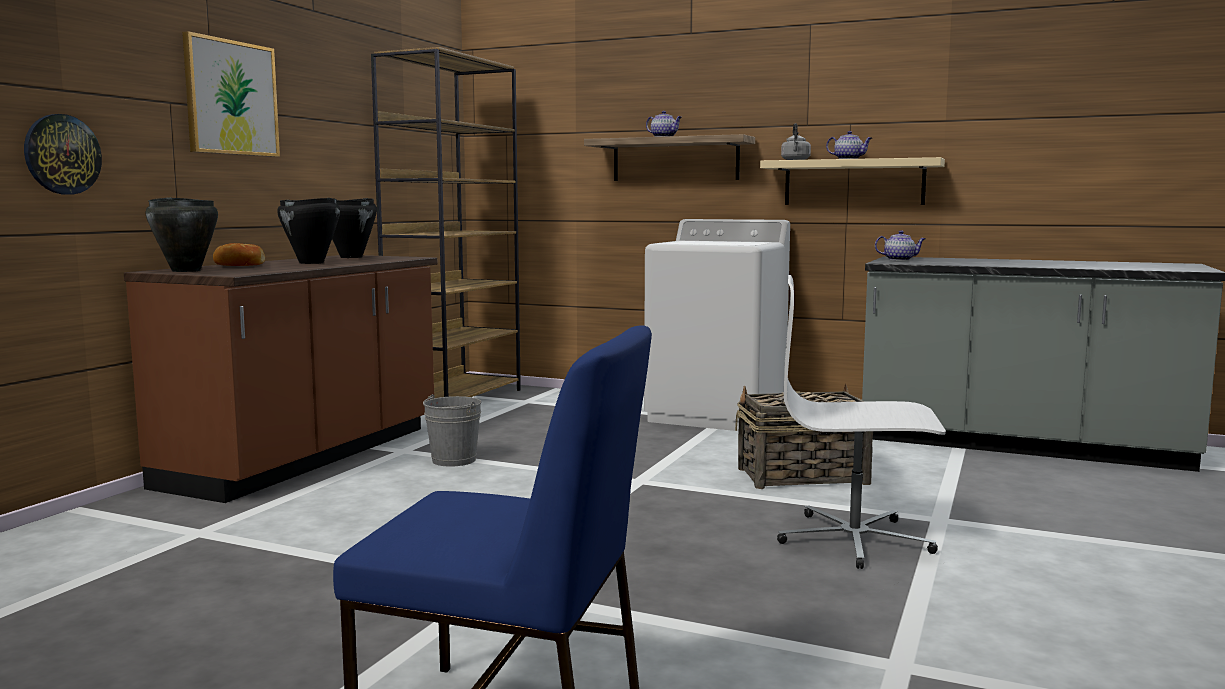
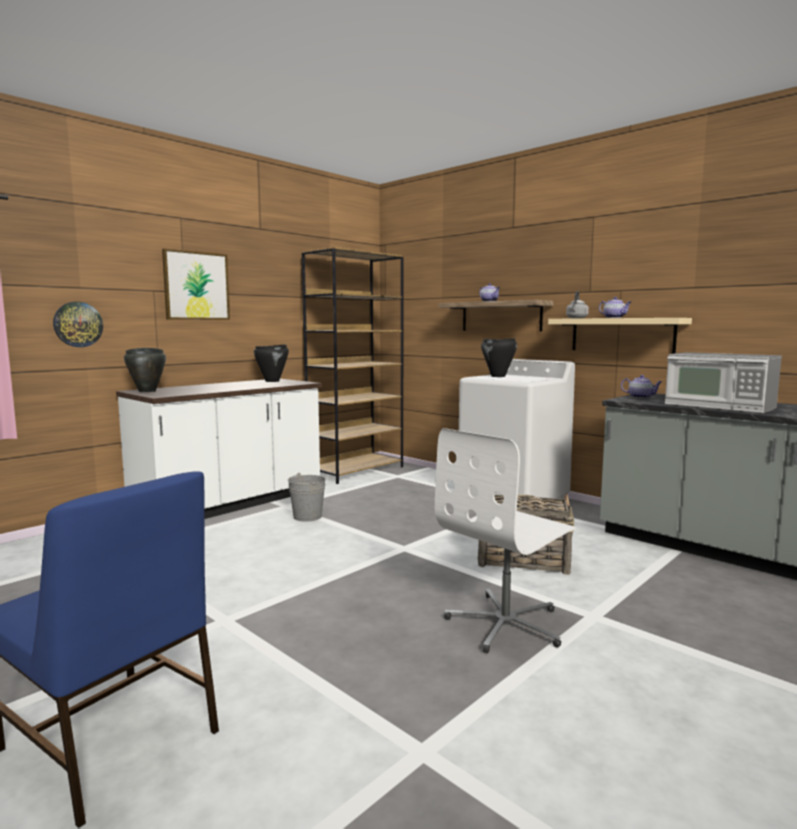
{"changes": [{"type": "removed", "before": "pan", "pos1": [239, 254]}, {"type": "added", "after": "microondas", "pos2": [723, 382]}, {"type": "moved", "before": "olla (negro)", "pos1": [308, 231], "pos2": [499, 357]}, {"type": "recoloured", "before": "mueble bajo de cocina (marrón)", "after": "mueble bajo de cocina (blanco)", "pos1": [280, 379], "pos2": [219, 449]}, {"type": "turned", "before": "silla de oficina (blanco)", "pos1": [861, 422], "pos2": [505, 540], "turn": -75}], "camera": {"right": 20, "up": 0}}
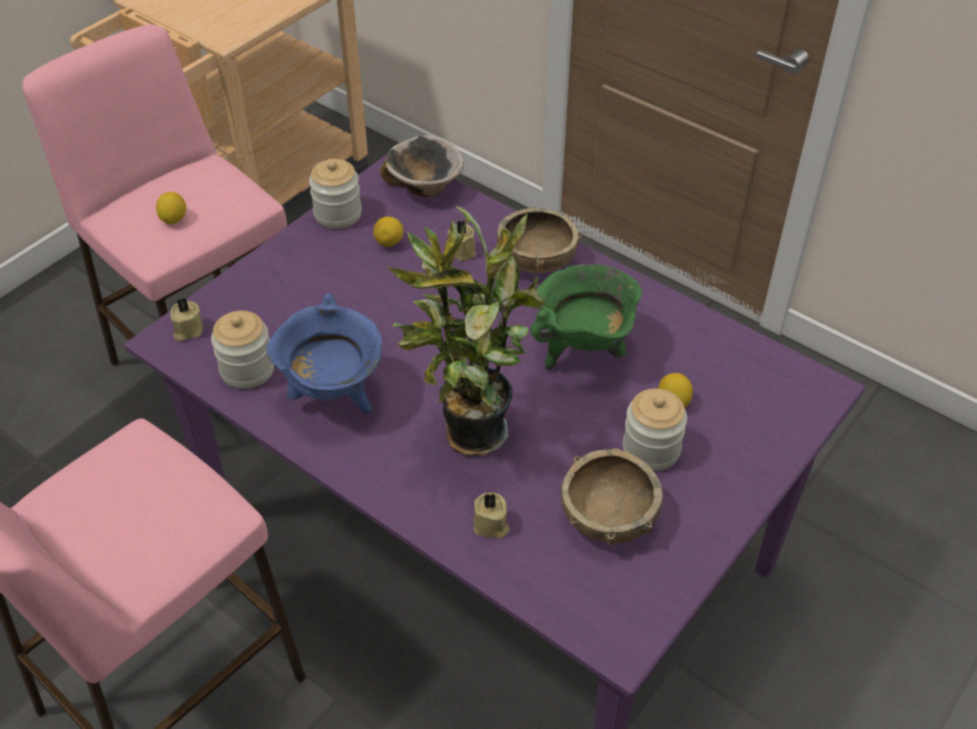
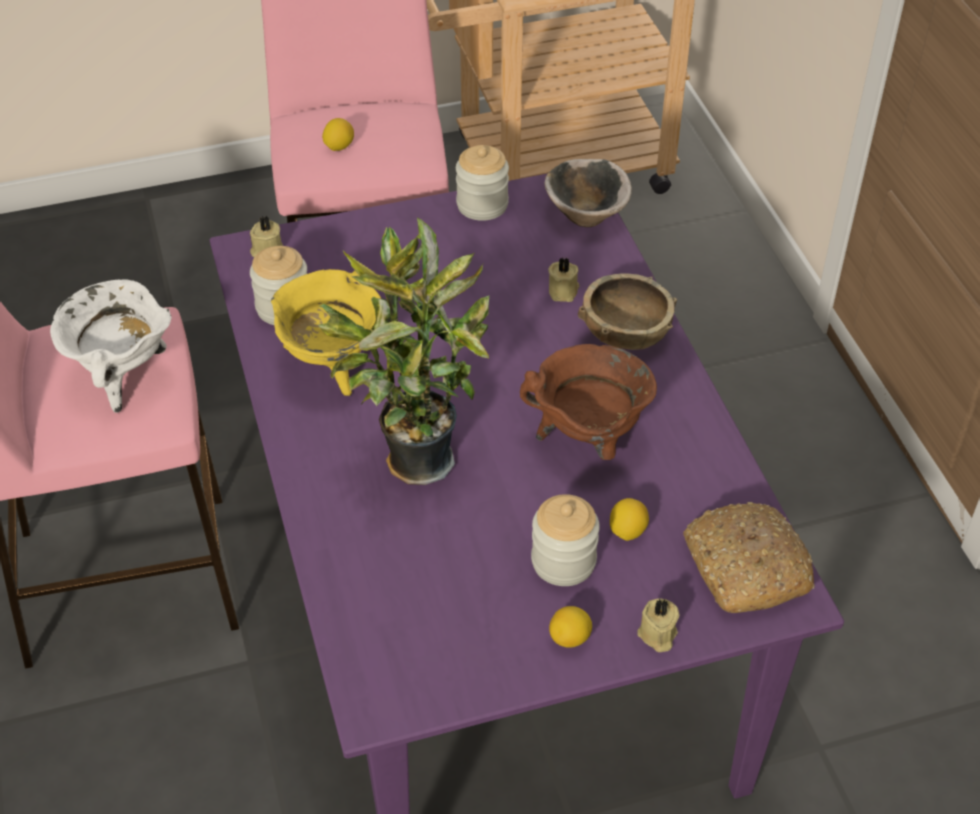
{"changes": [{"type": "removed", "before": "cuenco (marrón)", "pos1": [612, 497]}, {"type": "added", "after": "olla (blanco)", "pos2": [110, 346]}, {"type": "added", "after": "pan", "pos2": [749, 557]}, {"type": "moved", "before": "limón", "pos1": [388, 232], "pos2": [570, 627]}, {"type": "moved", "before": "vela (beis)", "pos1": [491, 515], "pos2": [658, 625]}, {"type": "recoloured", "before": "olla (azul)", "after": "olla (amarillo)", "pos1": [324, 354], "pos2": [326, 332]}, {"type": "recoloured", "before": "olla (verde)", "after": "olla (marrón)", "pos1": [586, 317], "pos2": [588, 402]}], "camera": {"right": 35, "up": 0}}
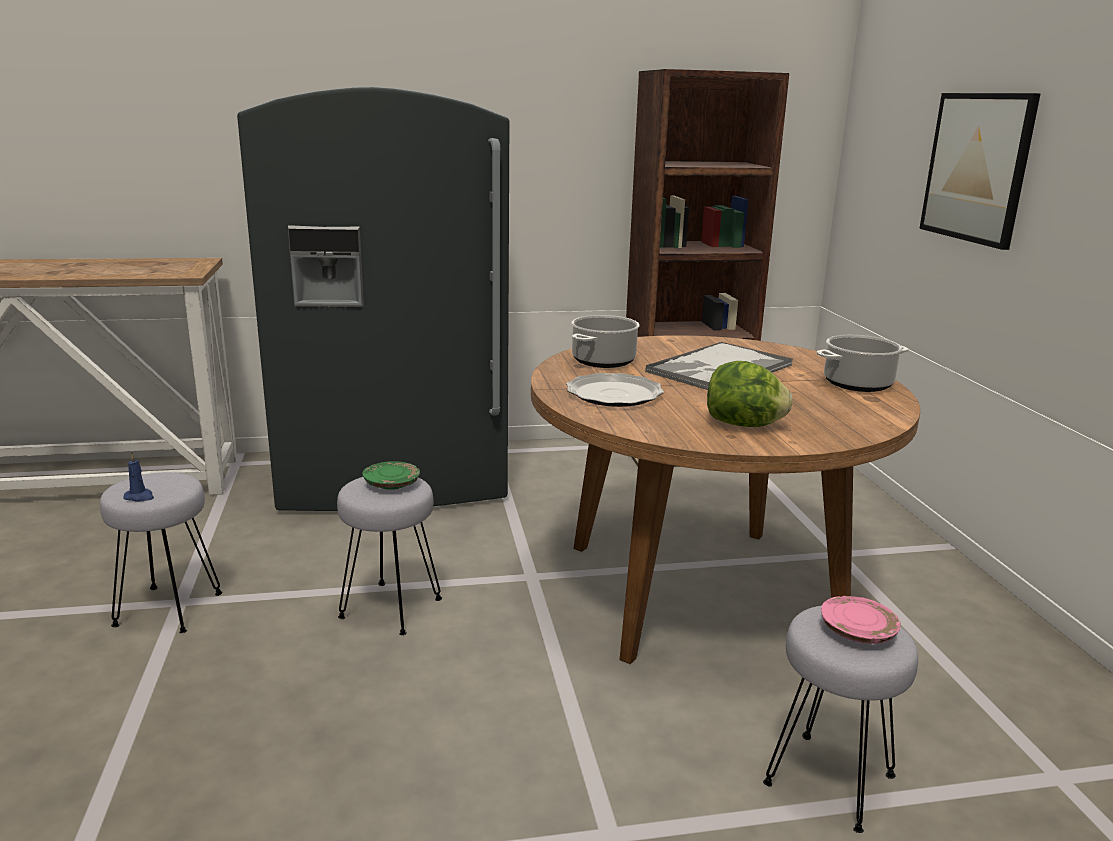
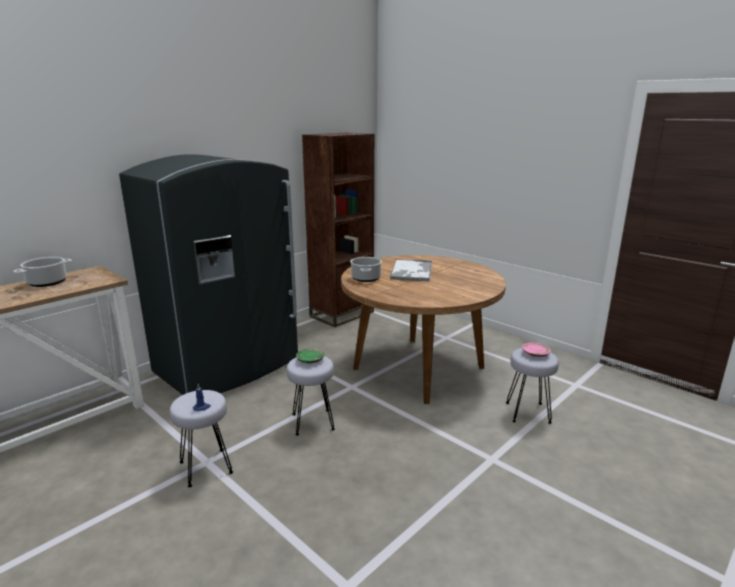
{"changes": [{"type": "removed", "before": "plato", "pos1": [615, 390]}, {"type": "removed", "before": "lechuga", "pos1": [750, 394]}, {"type": "removed", "before": "cuadro", "pos1": [980, 171]}, {"type": "moved", "before": "olla", "pos1": [862, 363], "pos2": [42, 272]}], "camera": {"right": -35, "up": 0}}
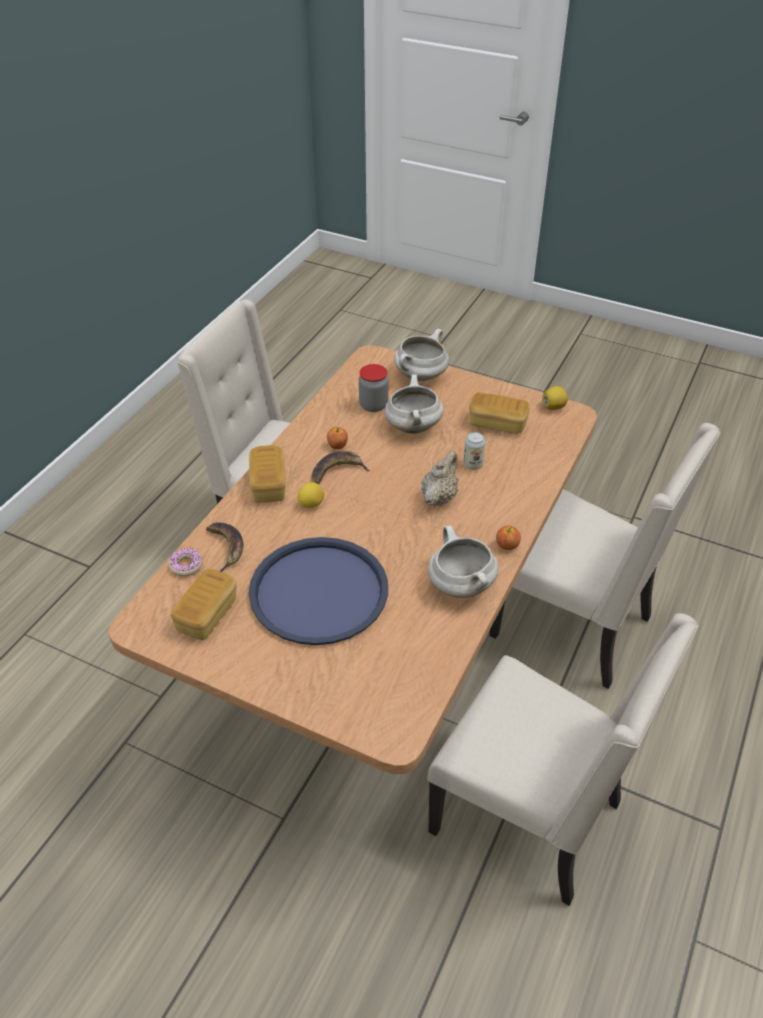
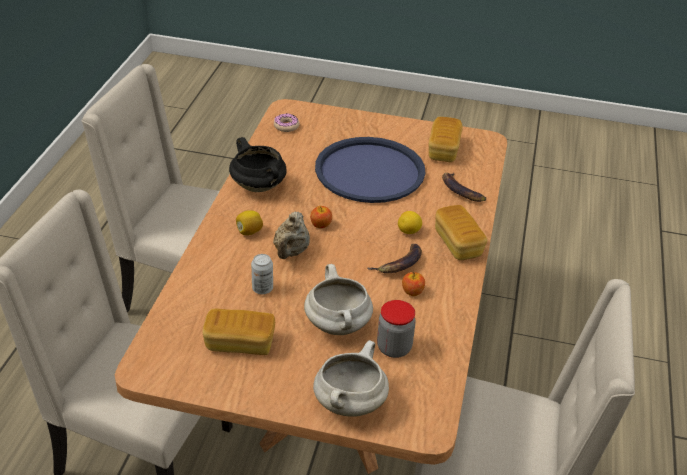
{"changes": [{"type": "moved", "before": "rosquilla", "pos1": [185, 562], "pos2": [287, 122]}, {"type": "moved", "before": "manzana", "pos1": [508, 538], "pos2": [321, 217]}, {"type": "moved", "before": "limón", "pos1": [555, 398], "pos2": [249, 222]}, {"type": "recoloured", "before": "olla (blanco)", "after": "olla (negro)", "pos1": [463, 561], "pos2": [258, 164]}], "camera": {"right": 165, "up": -5}}
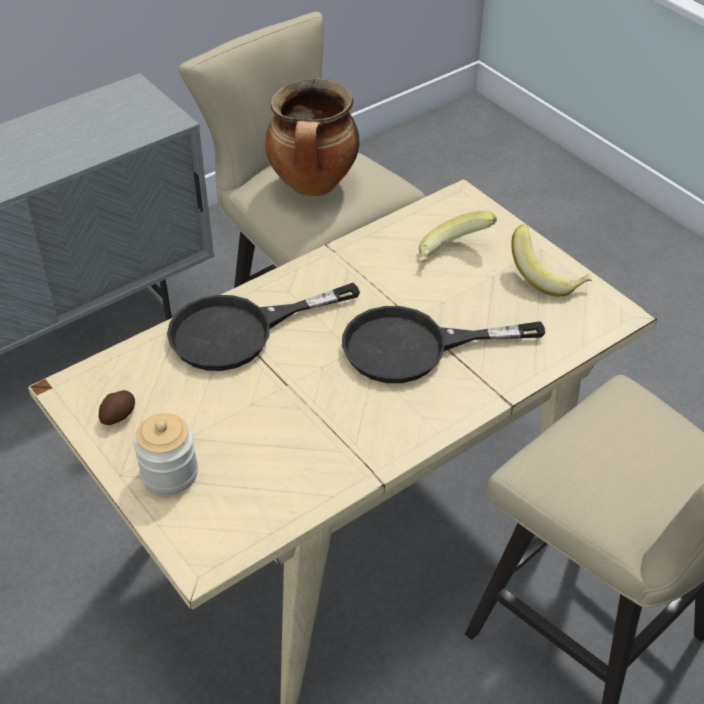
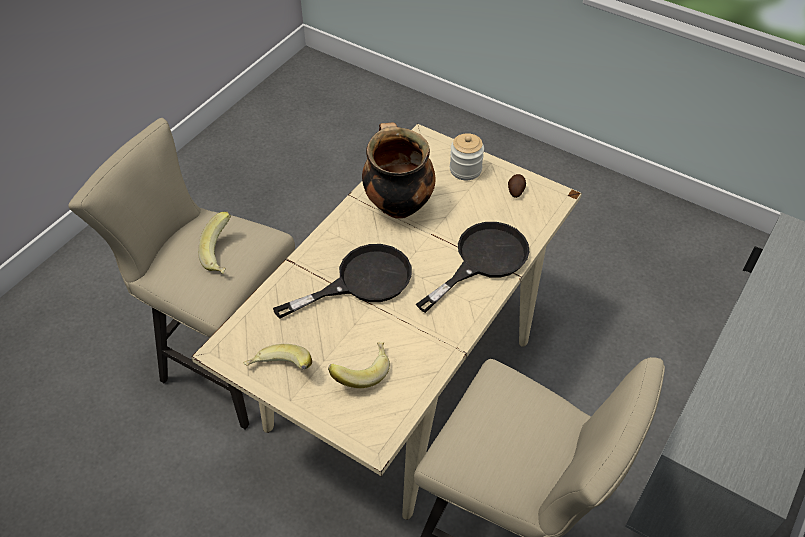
{"changes": [{"type": "added", "after": "plátano", "pos2": [214, 243]}, {"type": "moved", "before": "olla", "pos1": [312, 137], "pos2": [399, 170]}], "camera": {"right": 160, "up": 5}}
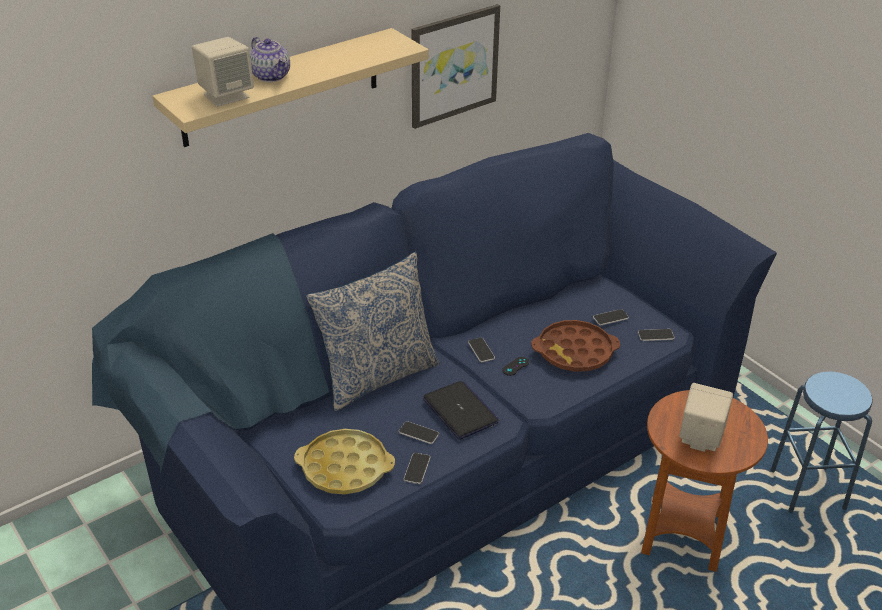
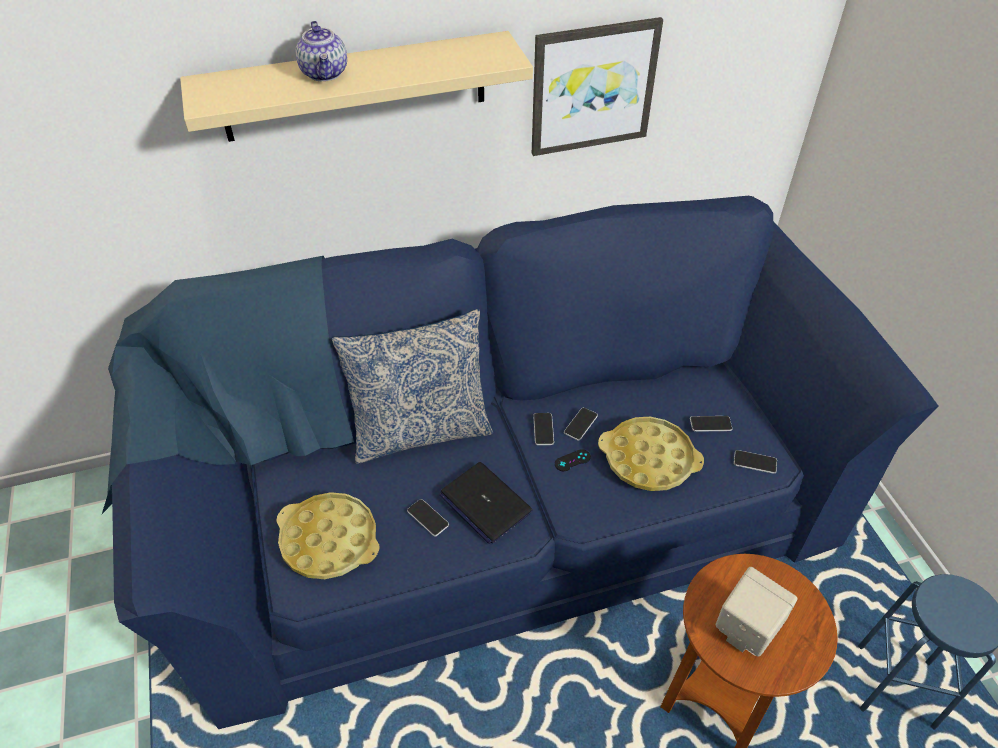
{"changes": [{"type": "removed", "before": "altavoz (beis)", "pos1": [223, 72]}, {"type": "moved", "before": "móvil", "pos1": [417, 468], "pos2": [581, 424]}, {"type": "recoloured", "before": "bandeja (marrón)", "after": "bandeja (amarillo)", "pos1": [575, 346], "pos2": [651, 454]}, {"type": "turned", "before": "portátil", "pos1": [461, 410], "pos2": [486, 503], "turn": 150}], "camera": {"right": 20, "up": 10}}
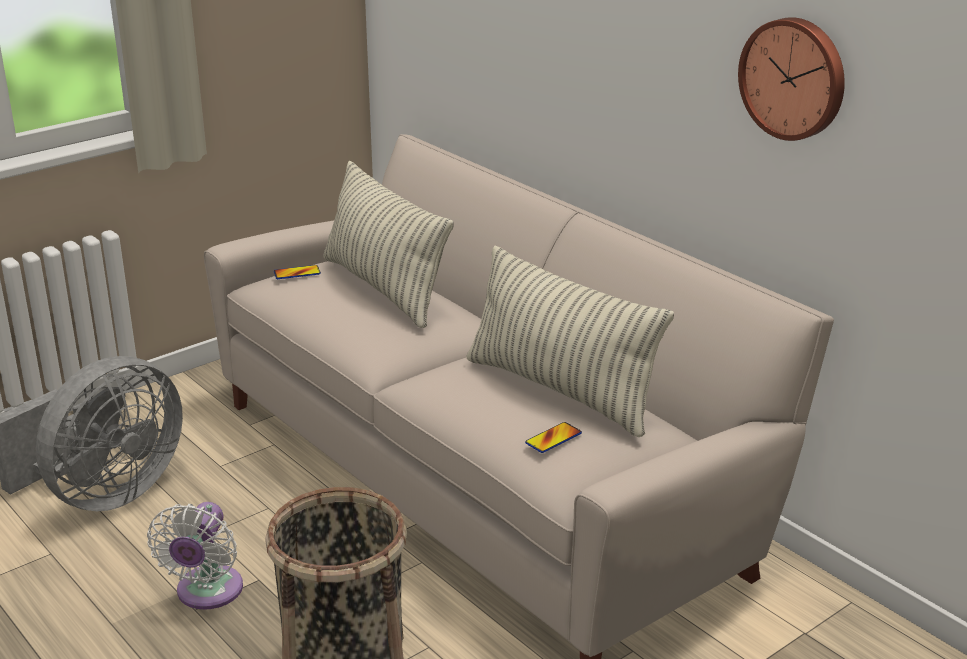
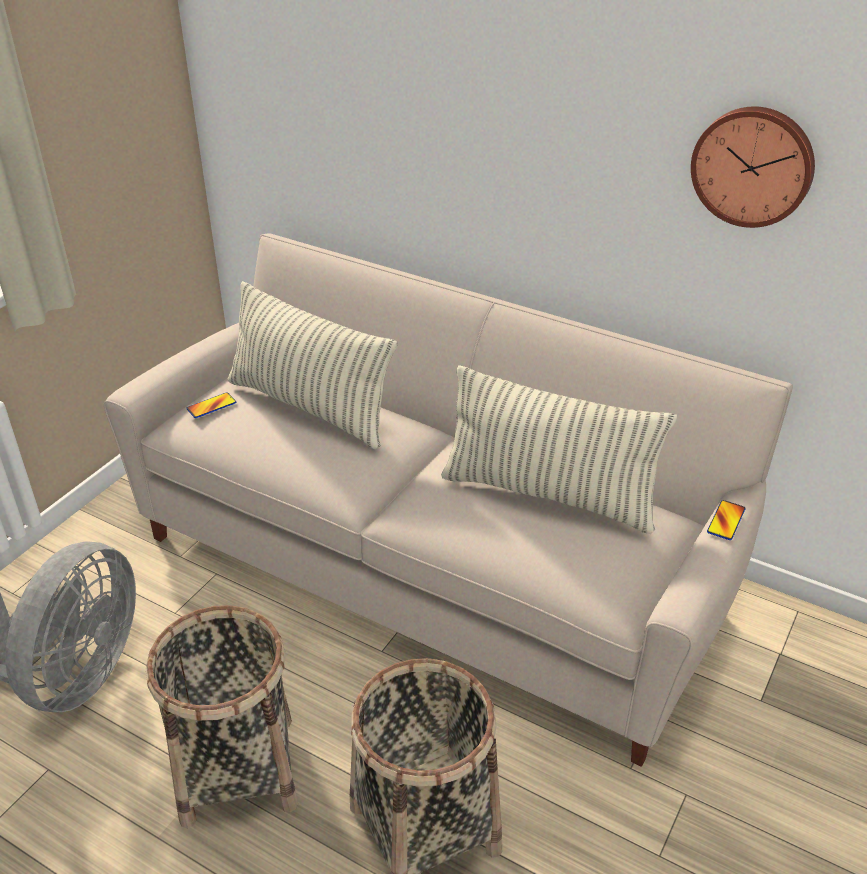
{"changes": [{"type": "moved", "before": "móvil", "pos1": [553, 437], "pos2": [726, 520]}, {"type": "replaced", "before": "ventilador (blanco)", "after": "cesta", "pos1": [195, 556], "pos2": [222, 716]}], "camera": {"right": -20, "up": 10}}
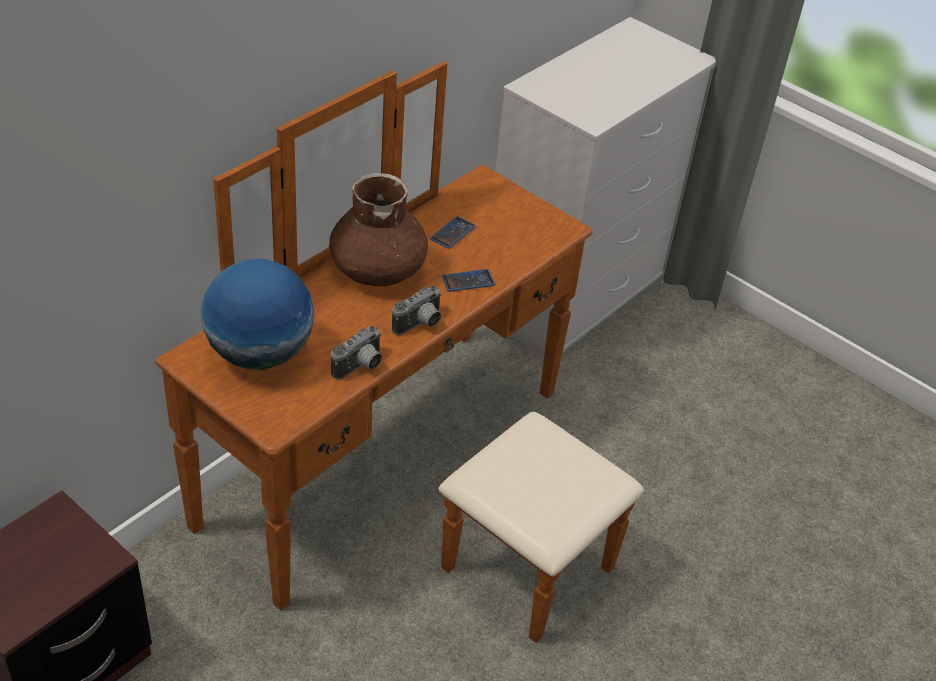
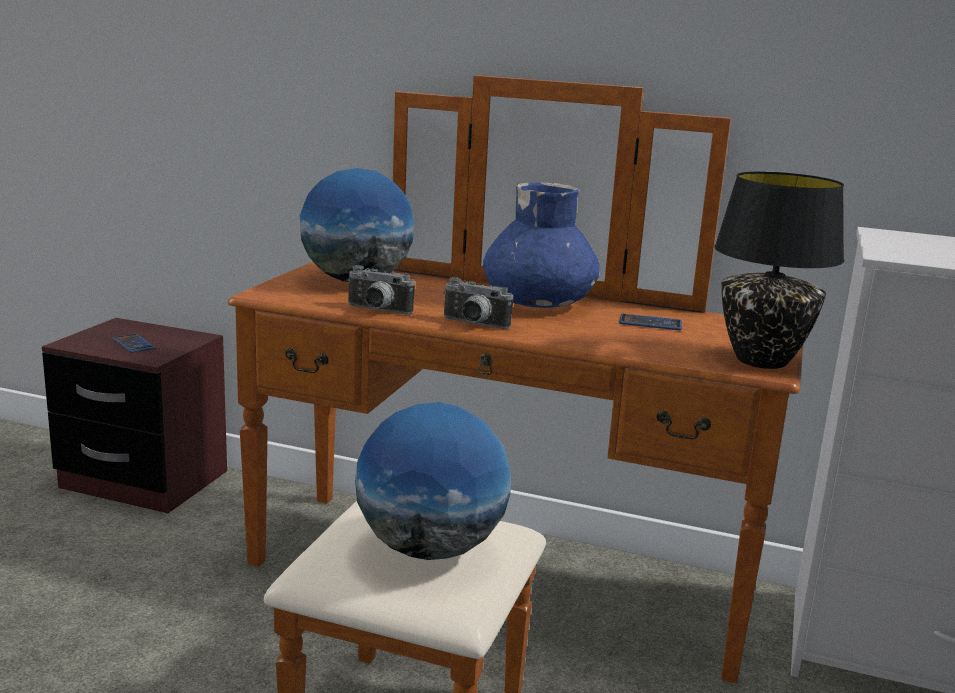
{"changes": [{"type": "added", "after": "globo terráqueo", "pos2": [433, 481]}, {"type": "added", "after": "lámpara de mesa (negro)", "pos2": [779, 270]}, {"type": "moved", "before": "móvil", "pos1": [468, 280], "pos2": [134, 343]}, {"type": "recoloured", "before": "florero (marrón)", "after": "florero (azul)", "pos1": [378, 229], "pos2": [541, 245]}], "camera": {"right": 70, "up": -25}}
